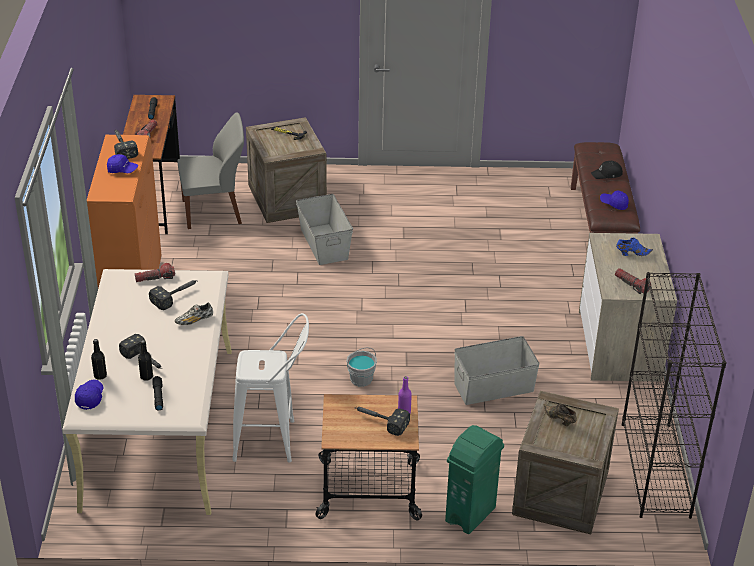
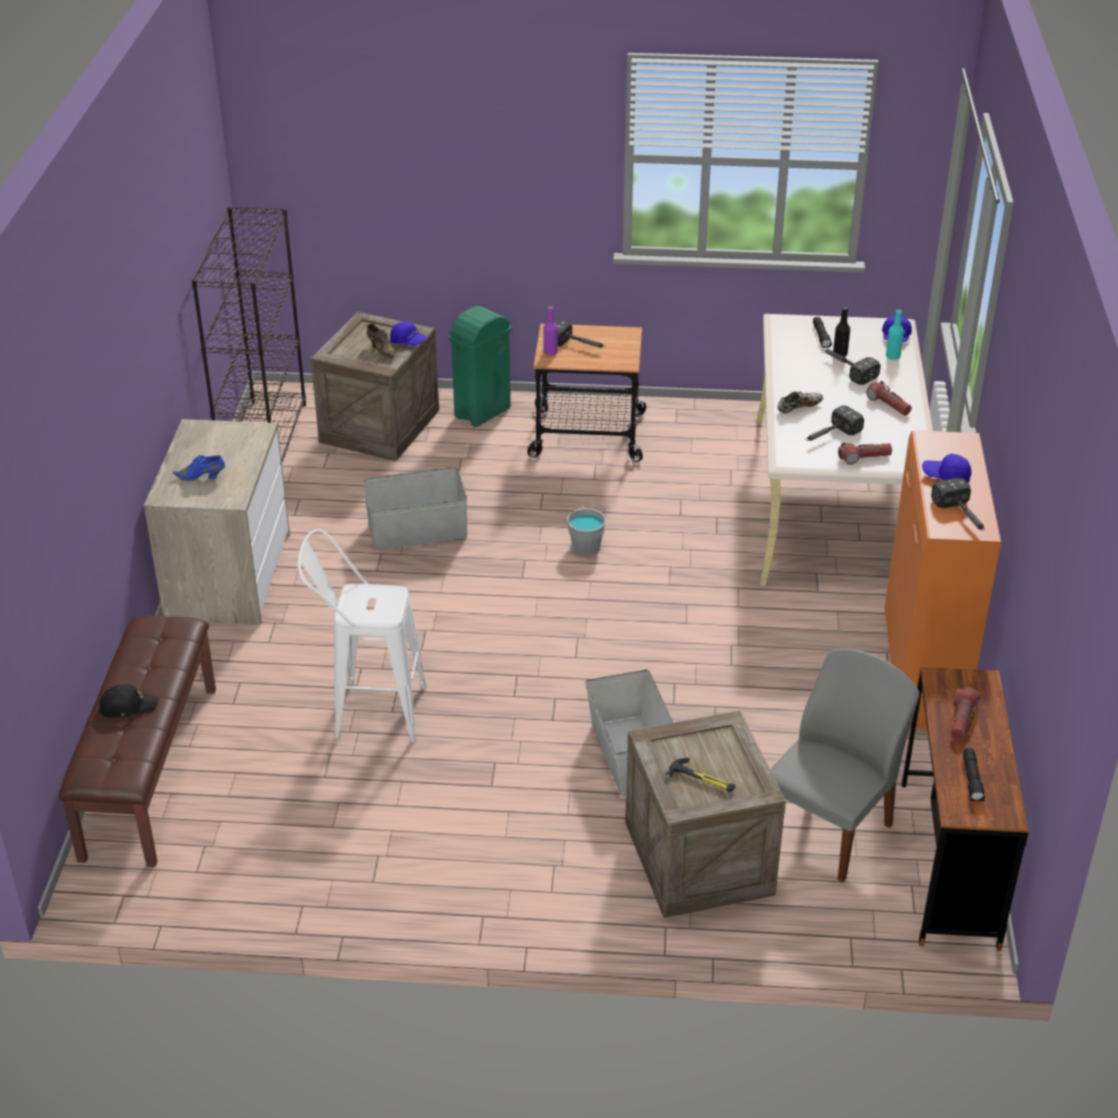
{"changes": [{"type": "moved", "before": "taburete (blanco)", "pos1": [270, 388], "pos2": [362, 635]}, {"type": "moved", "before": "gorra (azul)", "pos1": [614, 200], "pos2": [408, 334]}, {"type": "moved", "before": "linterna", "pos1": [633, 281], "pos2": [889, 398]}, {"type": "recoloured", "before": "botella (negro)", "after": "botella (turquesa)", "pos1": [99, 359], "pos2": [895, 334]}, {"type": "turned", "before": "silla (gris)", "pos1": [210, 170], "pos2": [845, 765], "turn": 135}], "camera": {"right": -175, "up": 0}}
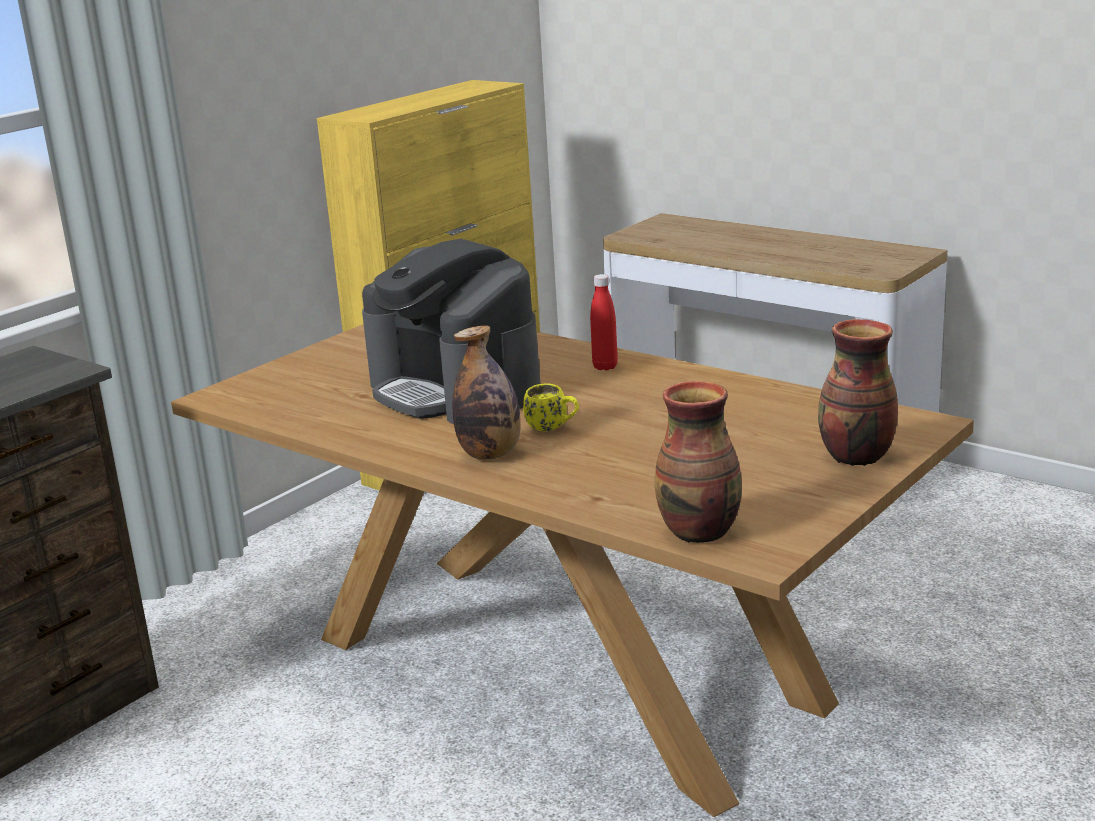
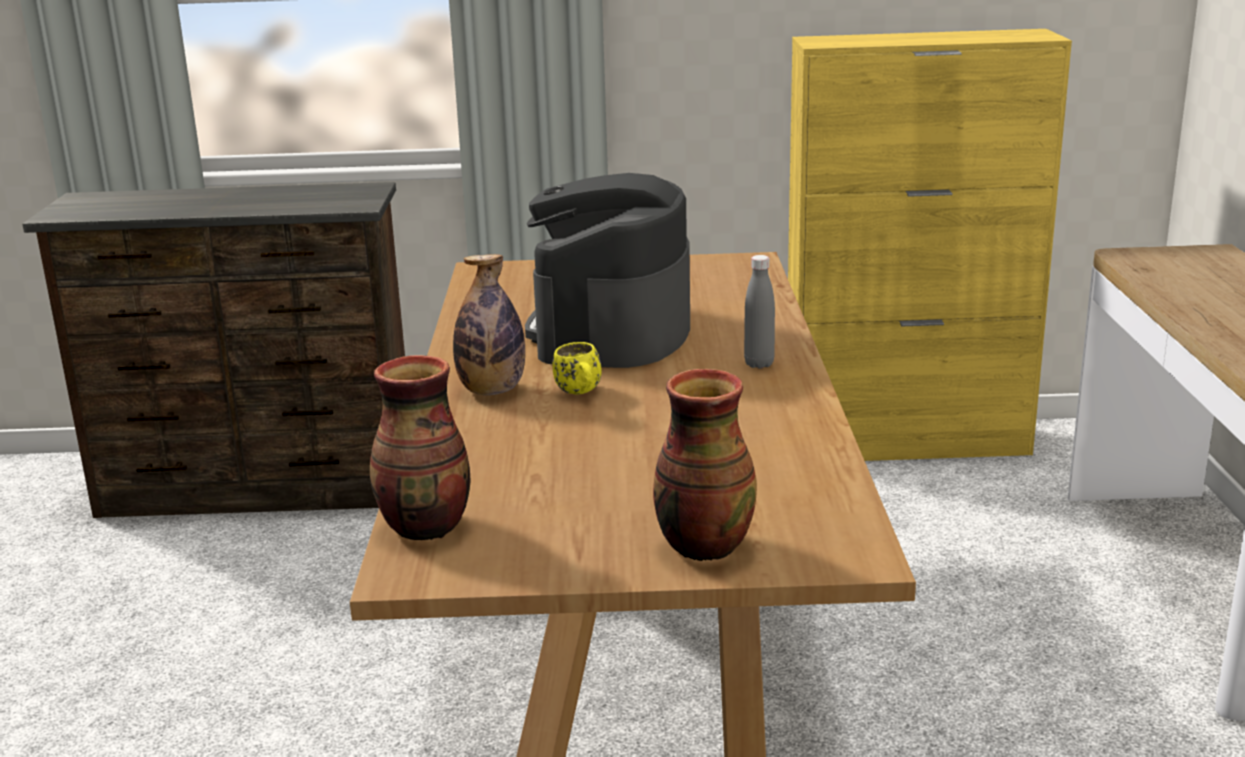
{"changes": [{"type": "recoloured", "before": "botella (rojo)", "after": "botella (gris)", "pos1": [604, 322], "pos2": [759, 312]}], "camera": {"right": 50, "up": 0}}
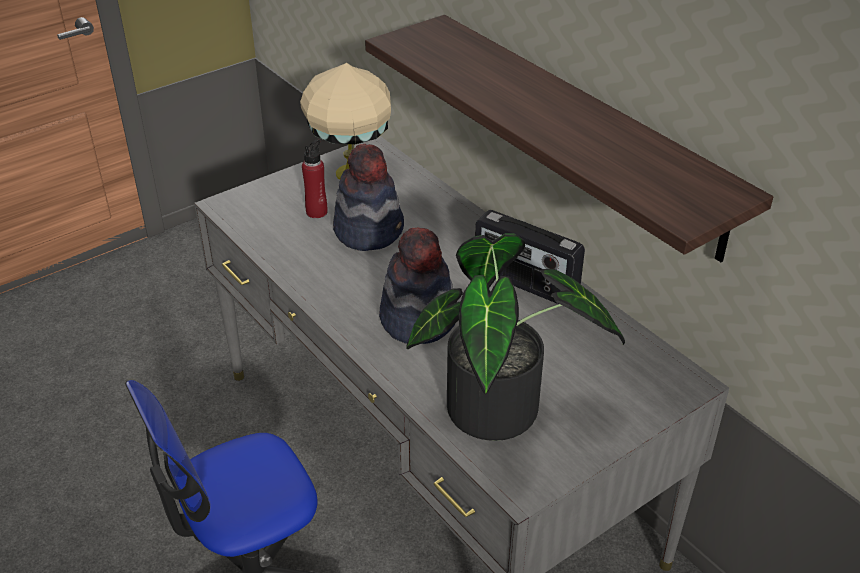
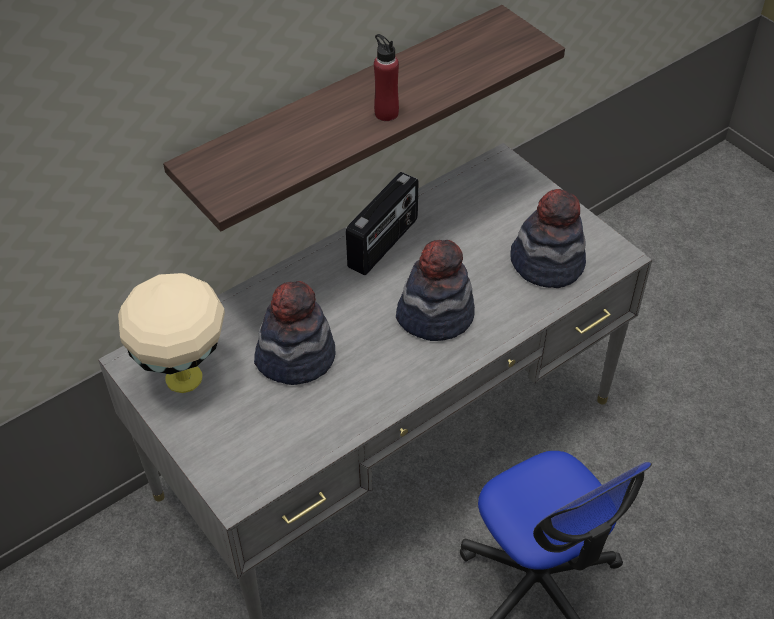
{"changes": [{"type": "moved", "before": "botella (rojo)", "pos1": [314, 178], "pos2": [386, 77]}, {"type": "replaced", "before": "planta en maceta", "after": "sombrero", "pos1": [515, 337], "pos2": [548, 238]}], "camera": {"right": -90, "up": 10}}
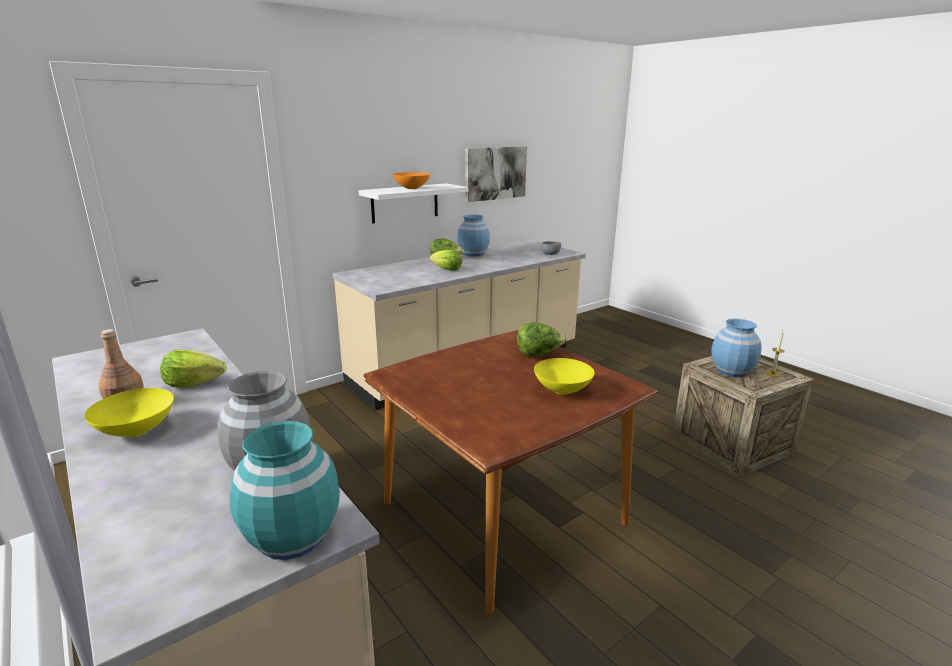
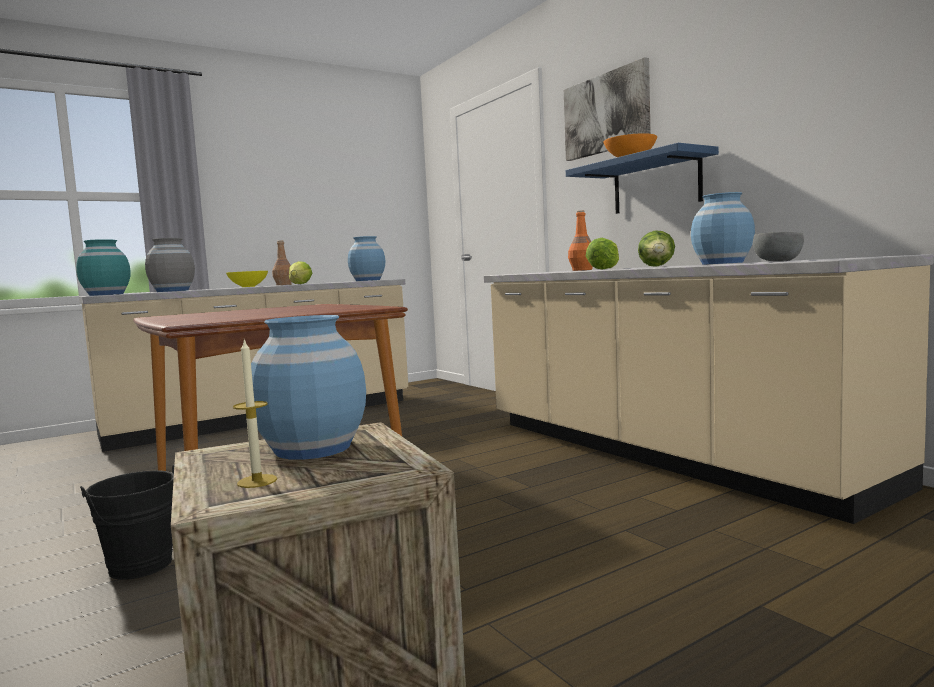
{"changes": [{"type": "removed", "before": "lechuga", "pos1": [542, 339]}, {"type": "removed", "before": "cuenco (amarillo)", "pos1": [564, 376]}, {"type": "added", "after": "cubo (negro)", "pos2": [127, 522]}, {"type": "added", "after": "florero (azul)", "pos2": [366, 258]}, {"type": "added", "after": "botella (naranja)", "pos2": [580, 240]}, {"type": "moved", "before": "cuadro", "pos1": [496, 174], "pos2": [607, 109]}, {"type": "recoloured", "before": "estante (blanco)", "after": "estante (azul)", "pos1": [413, 203], "pos2": [642, 178]}], "camera": {"right": 95, "up": -15}}
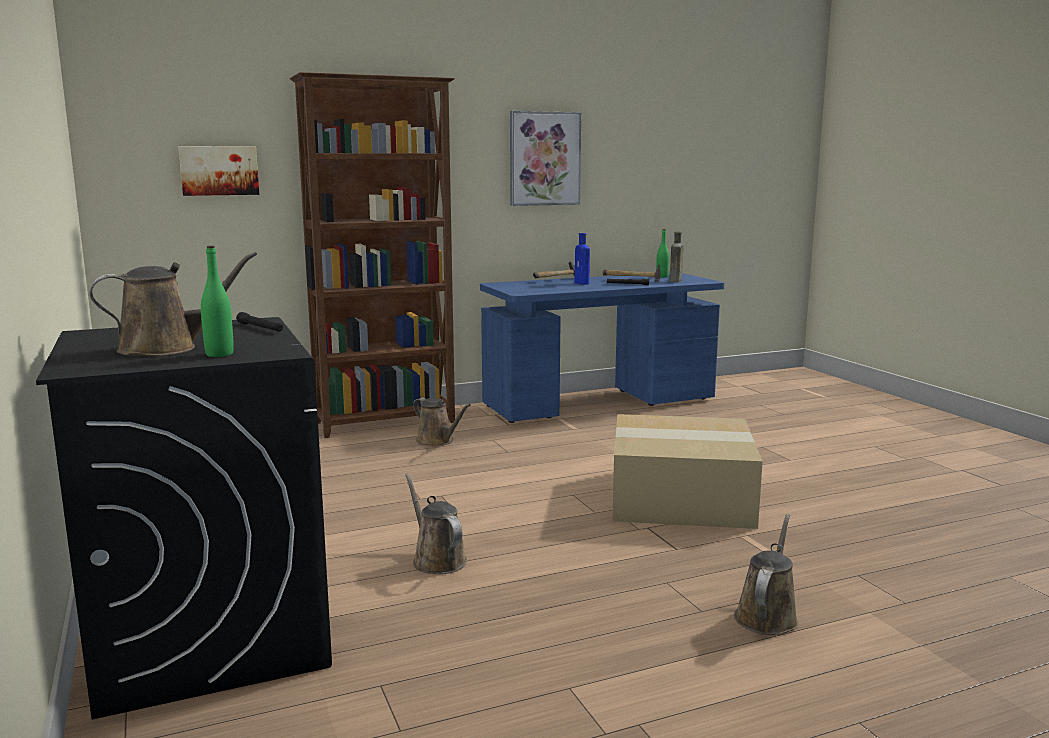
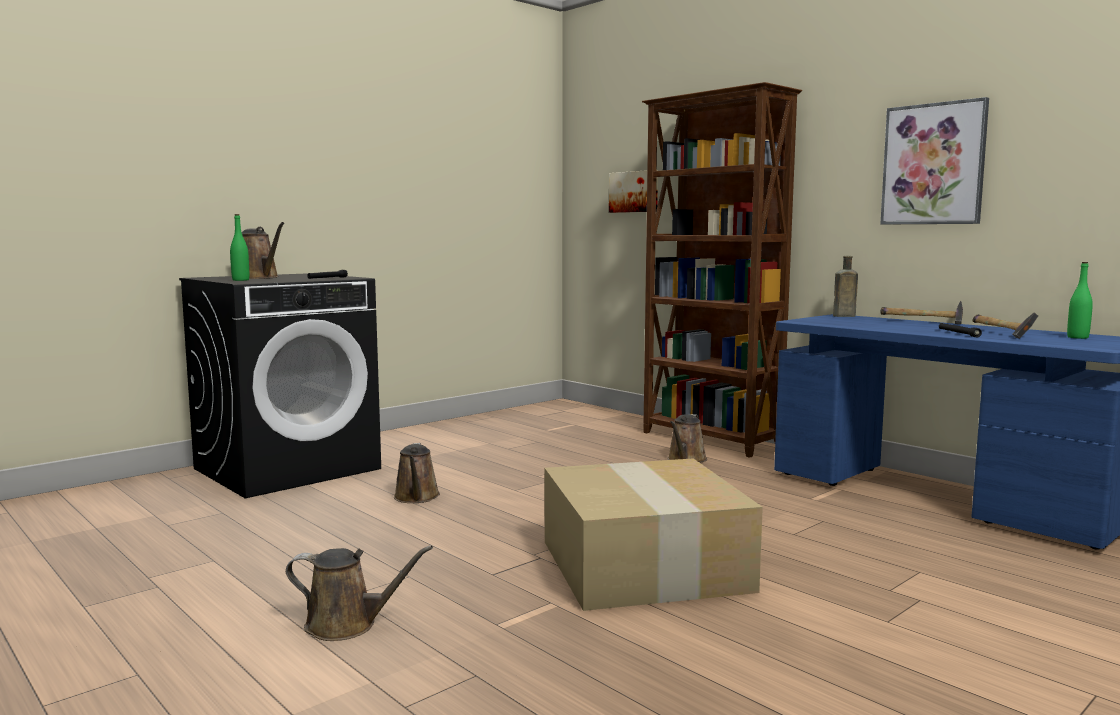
{"changes": [{"type": "removed", "before": "botella (azul)", "pos1": [582, 259]}, {"type": "moved", "before": "botella (marrón)", "pos1": [676, 257], "pos2": [845, 286]}, {"type": "turned", "before": "regadera (marrón)", "pos1": [436, 523], "pos2": [417, 473], "turn": 135}], "camera": {"right": 70, "up": -5}}
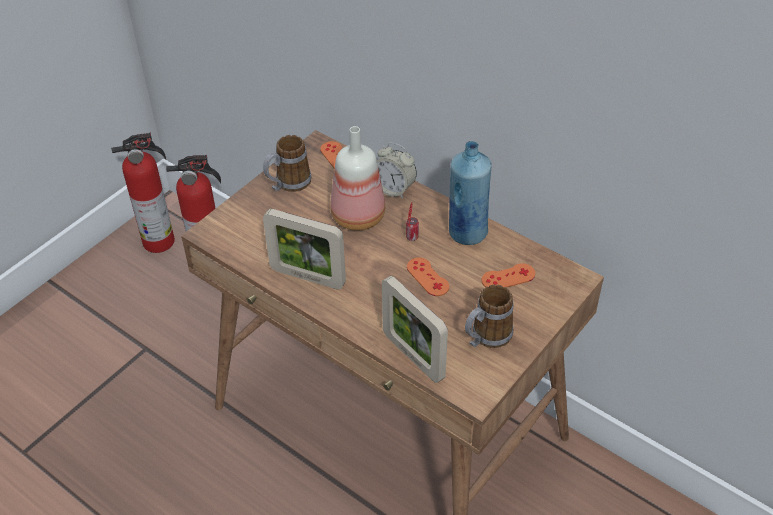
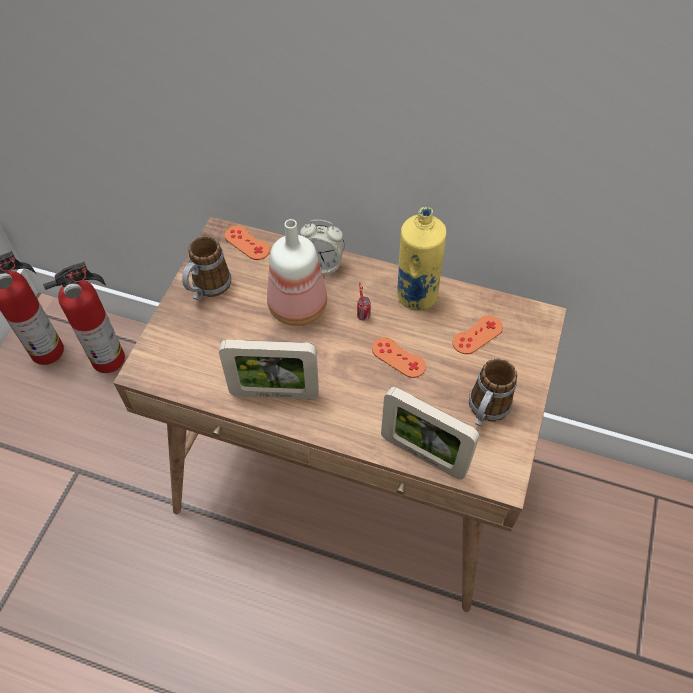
{"changes": [{"type": "recoloured", "before": "botella (azul)", "after": "botella (amarillo)", "pos1": [470, 193], "pos2": [421, 259]}], "camera": {"right": -20, "up": 10}}
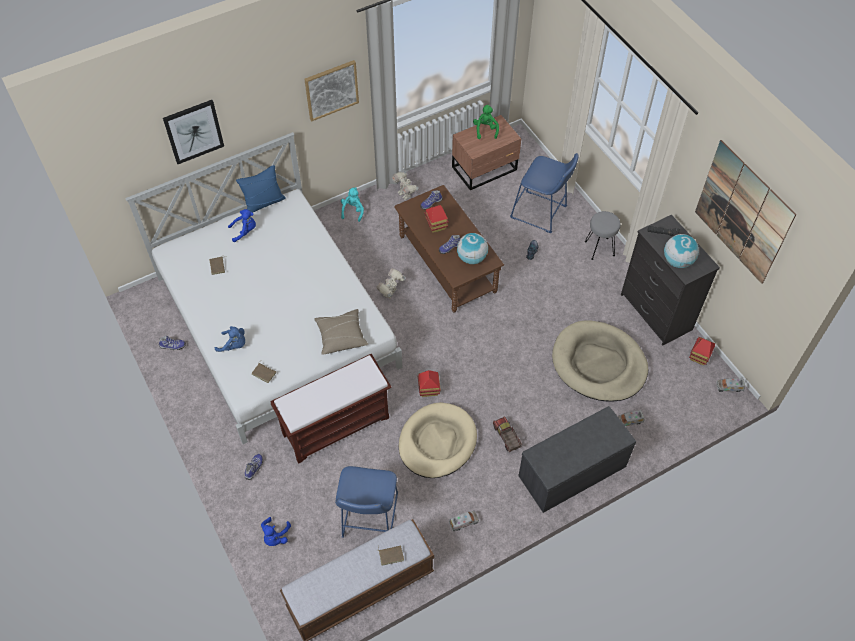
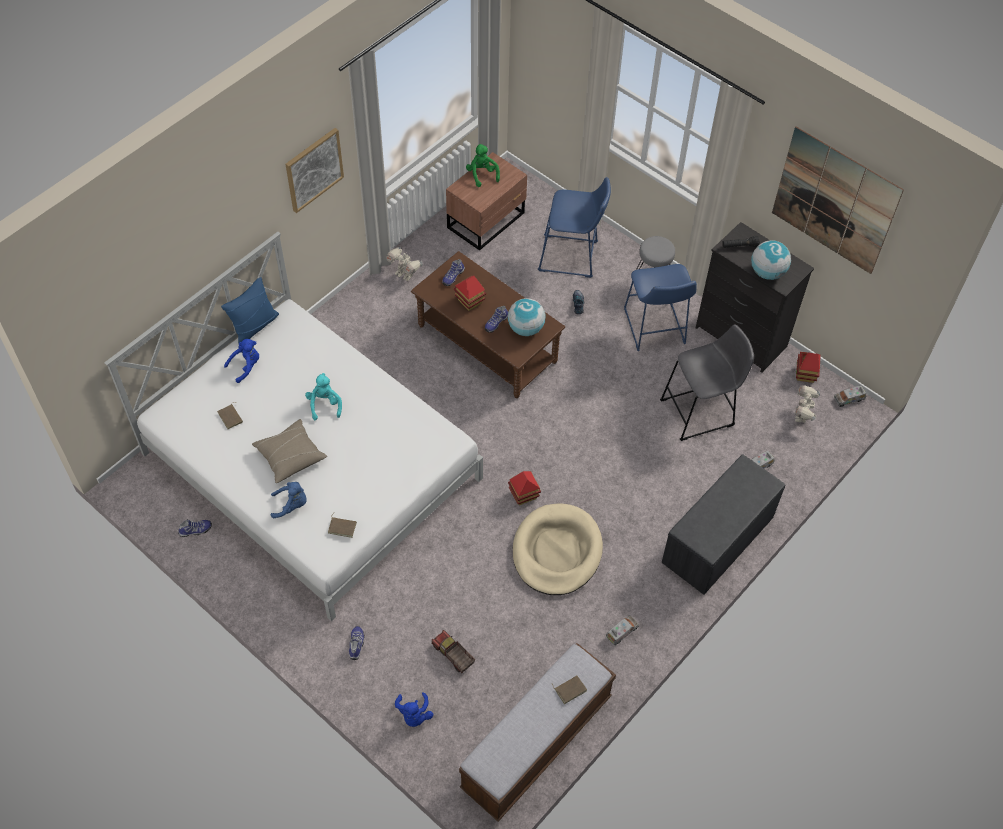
{"changes": [{"type": "removed", "before": "cuadro", "pos1": [193, 132]}, {"type": "removed", "before": "banco (marrón)", "pos1": [331, 409]}, {"type": "moved", "before": "cojín (beis)", "pos1": [341, 332], "pos2": [289, 451]}, {"type": "moved", "before": "taburete (azul)", "pos1": [366, 502], "pos2": [660, 307]}, {"type": "moved", "before": "peluche (turquesa)", "pos1": [352, 204], "pos2": [323, 396]}, {"type": "moved", "before": "robot de juguete", "pos1": [390, 283], "pos2": [807, 404]}, {"type": "moved", "before": "camión de juguete", "pos1": [507, 434], "pos2": [453, 651]}, {"type": "replaced", "before": "cama para perro (beis)", "after": "taburete (gris)", "pos1": [600, 361], "pos2": [707, 382]}], "camera": {"right": -20, "up": 0}}
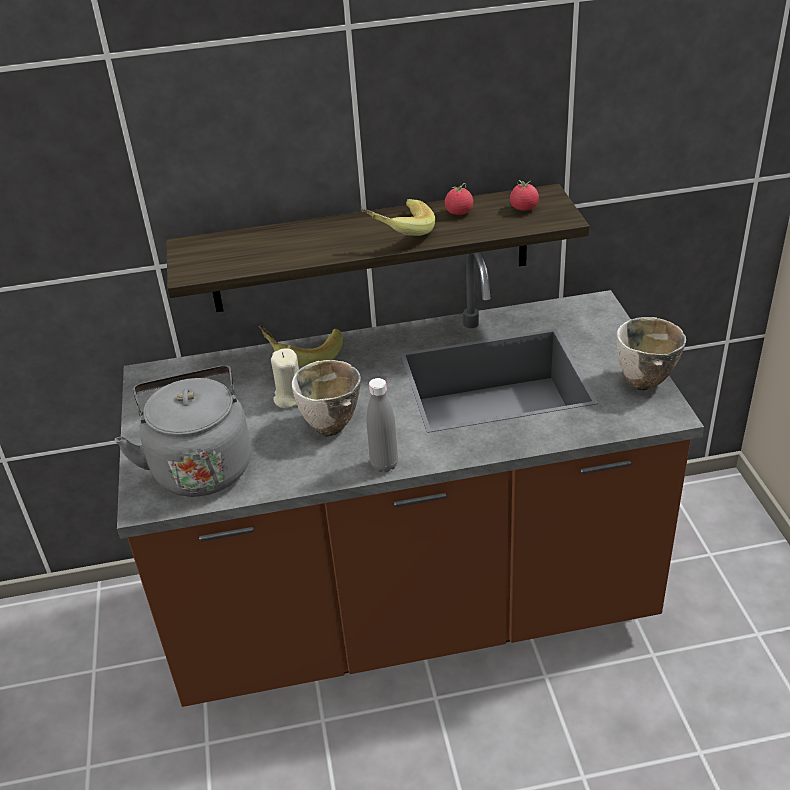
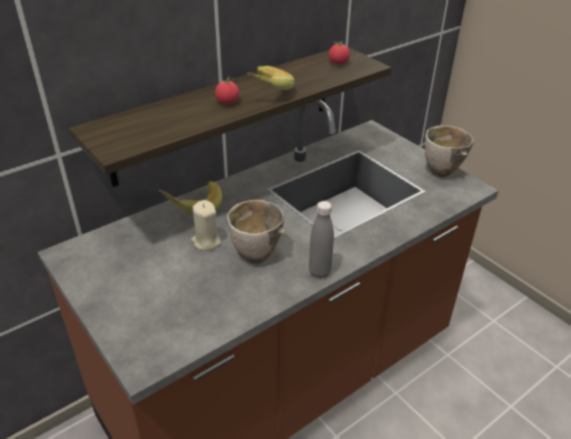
{"changes": [{"type": "removed", "before": "hervidor (gris)", "pos1": [183, 431]}, {"type": "moved", "before": "tomate", "pos1": [459, 199], "pos2": [227, 90]}], "camera": {"right": -30, "up": 0}}
